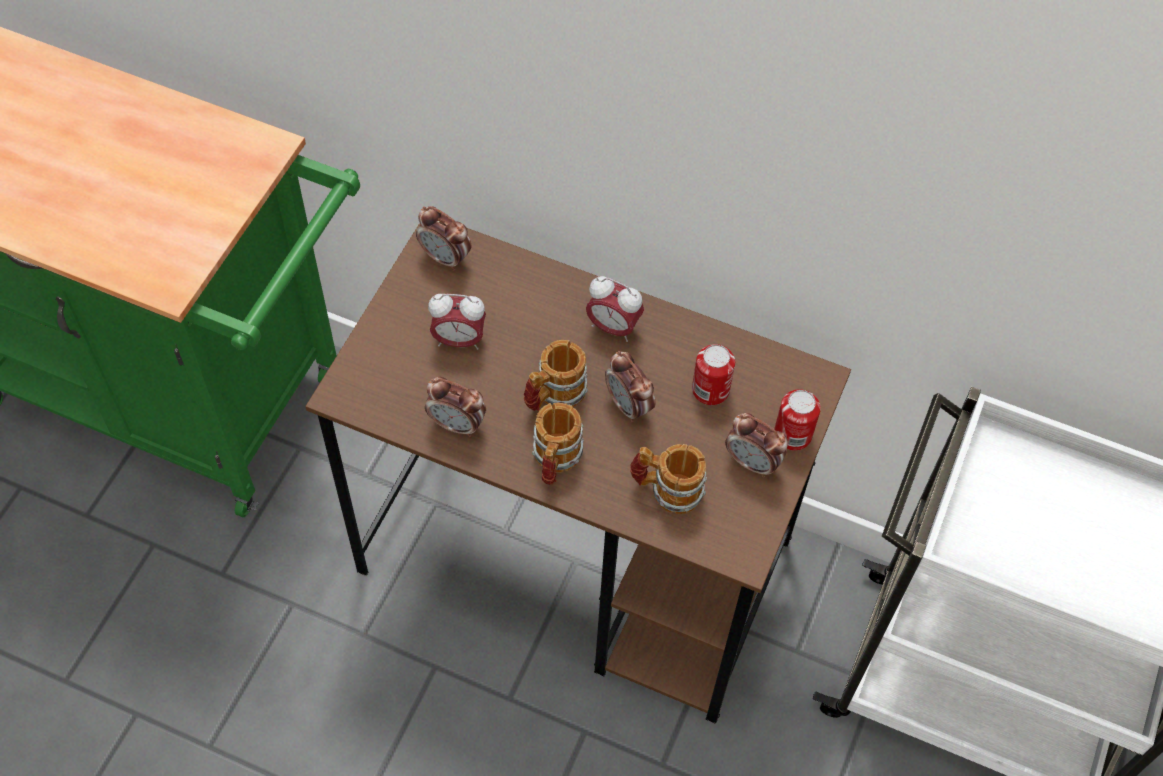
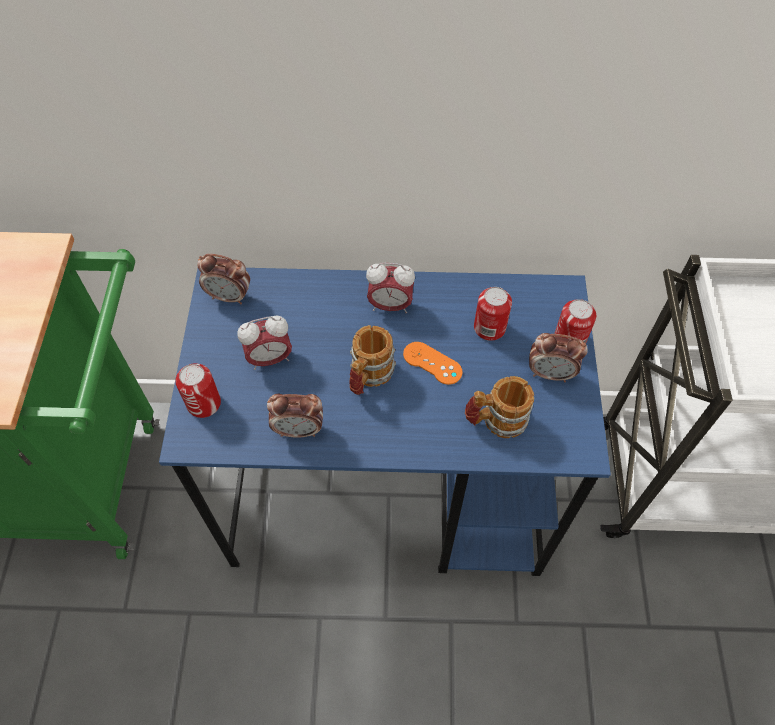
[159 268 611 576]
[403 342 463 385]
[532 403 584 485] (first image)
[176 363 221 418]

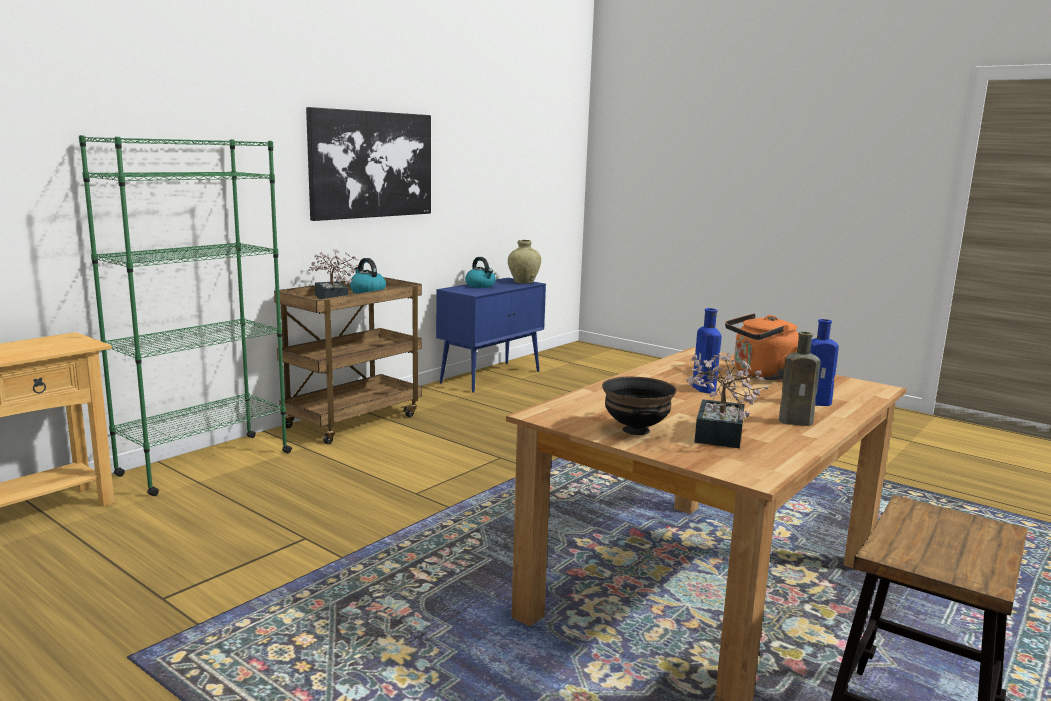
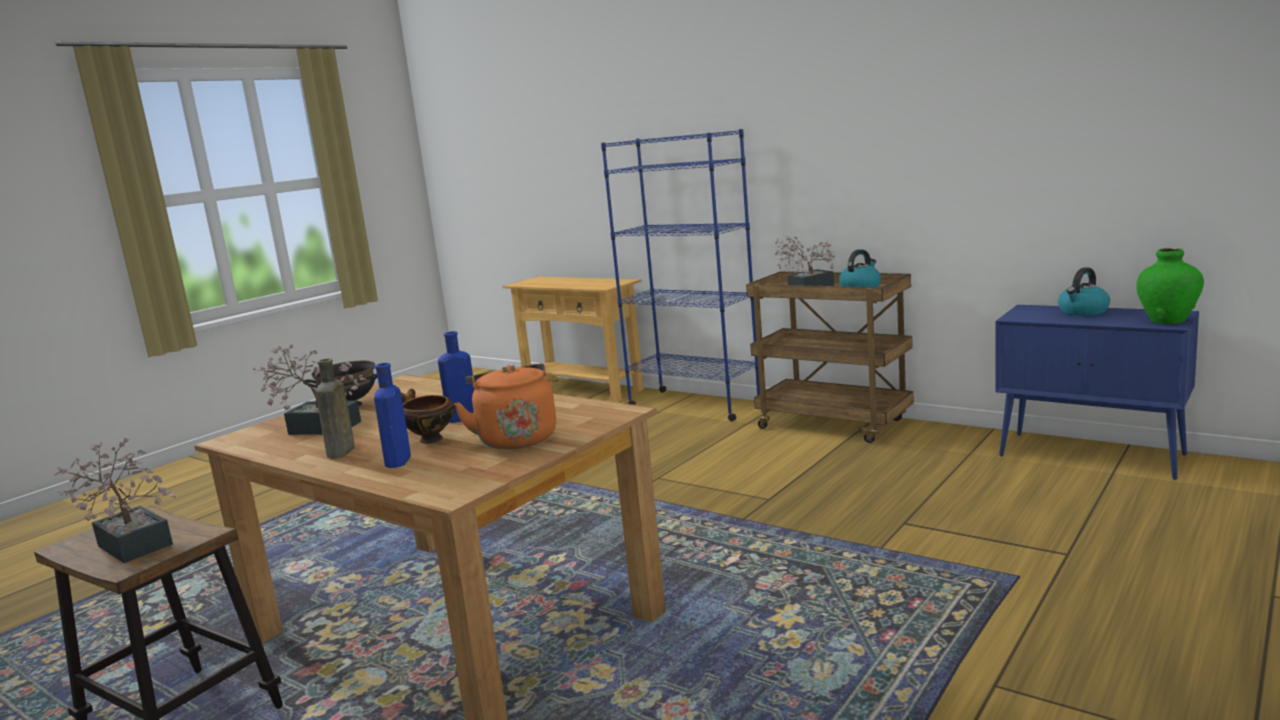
[306 107 431 221] (first image)
[601 129 760 421]
[1136 248 1204 324]
[401 389 455 444]
[54 438 176 563]

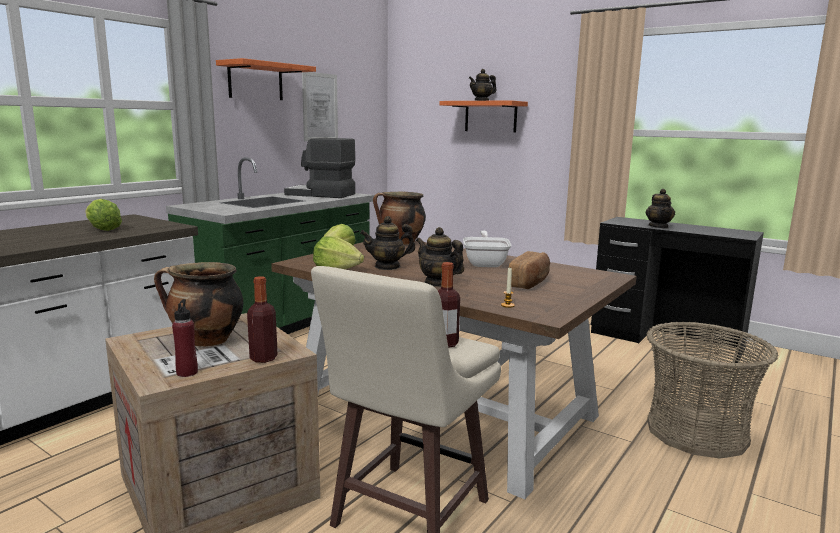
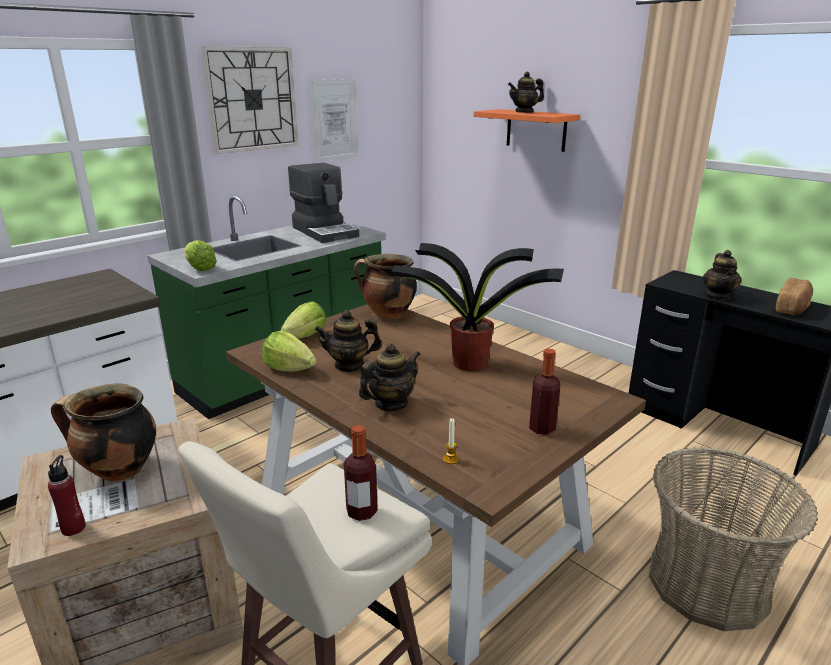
[201 46 298 154]
[288 163 359 243]
[184 240 217 271]
[359 343 421 411]
[384 243 564 371]
[776 278 813 316]
[529 349 560 435]

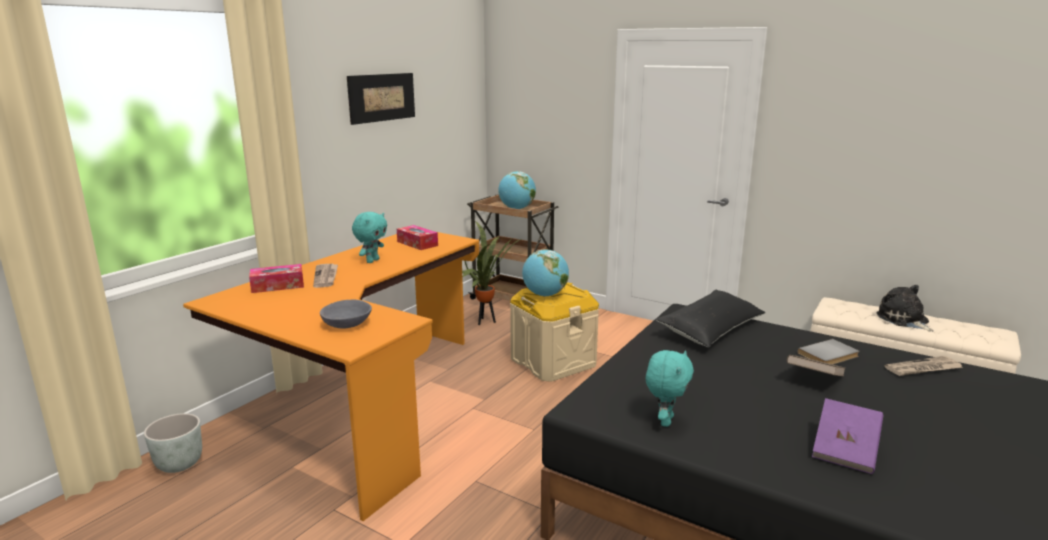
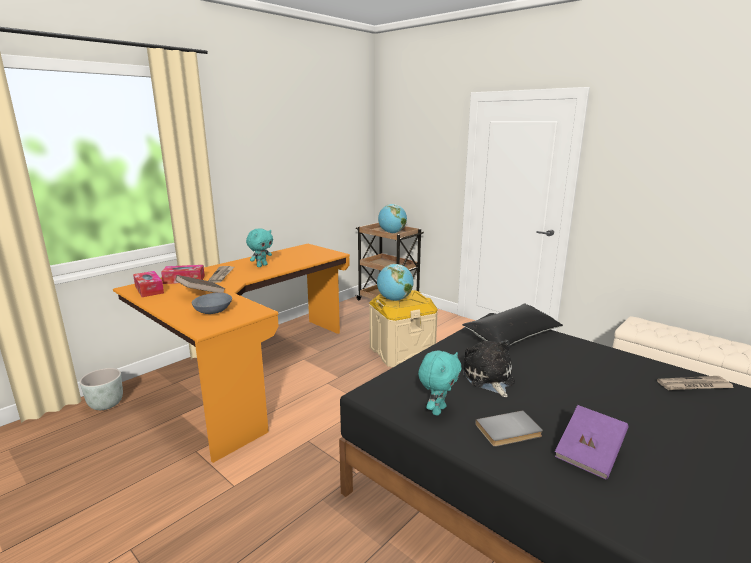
[347 73 415 125] (first image)
[462 221 522 325] (first image)
[133 271 164 297]
[463 340 515 397]
[475 411 543 447]
[175 275 225 293]

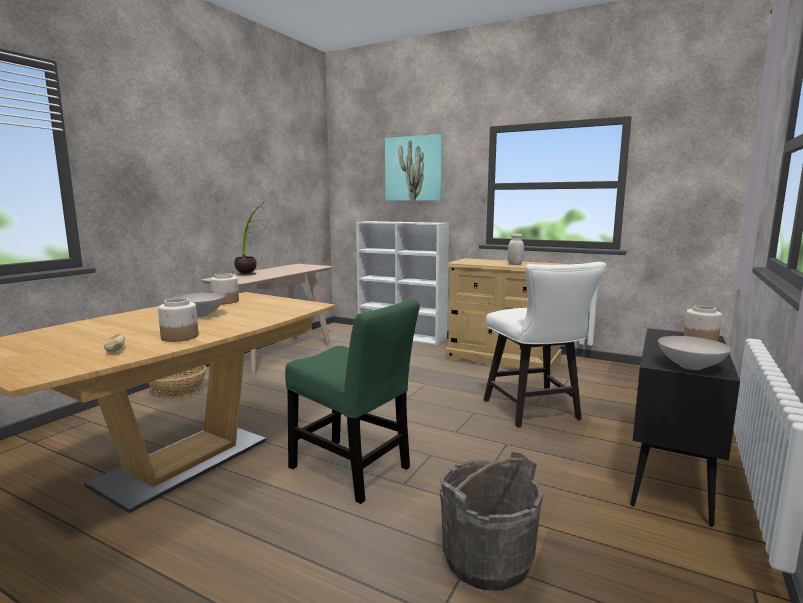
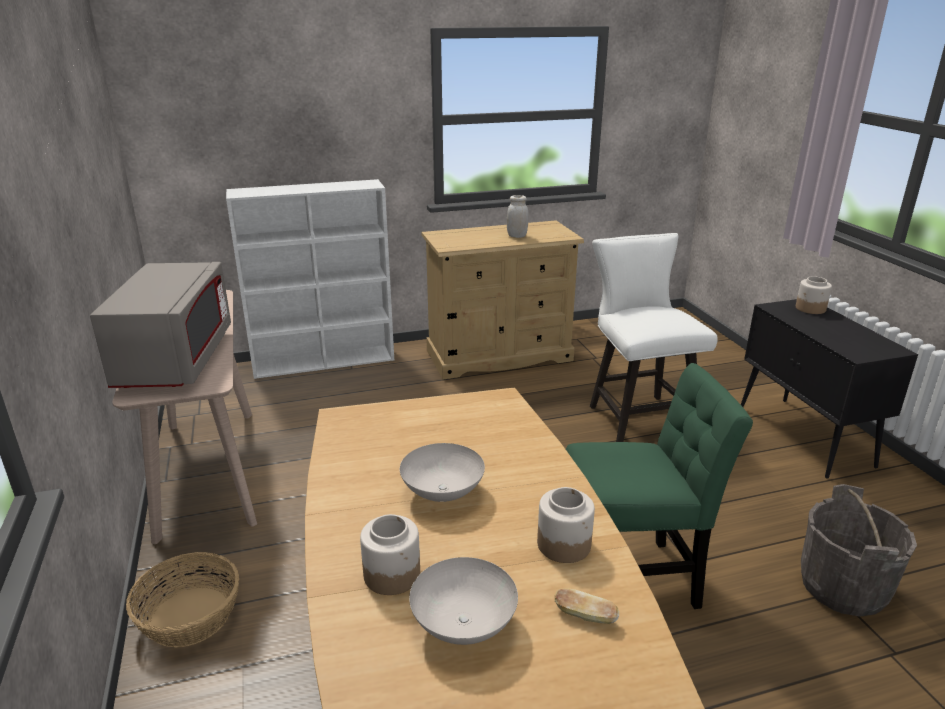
[385 134 443 201] (first image)
[90 262 231 388]
[590 233 718 442]
[360 514 420 595]
[409 557 518 645]

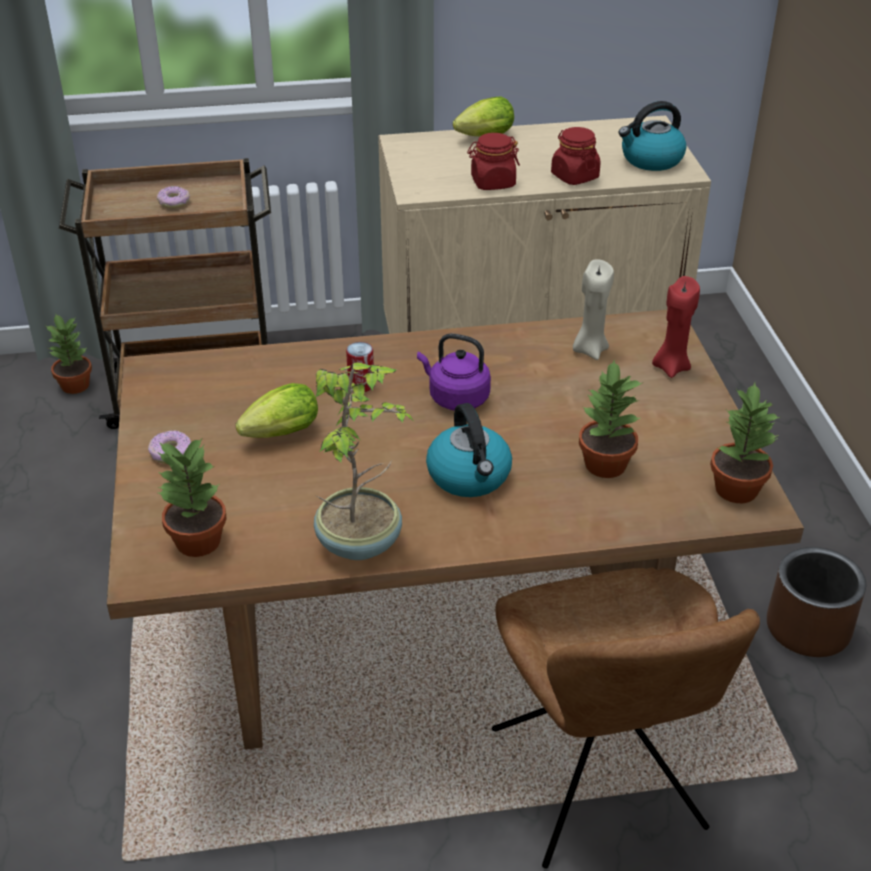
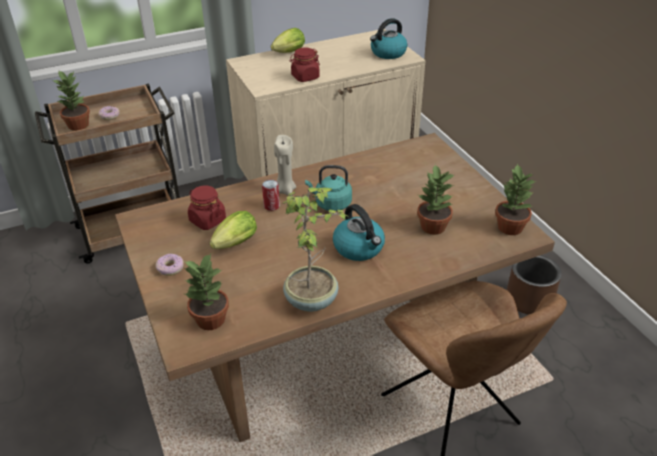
[188 185 226 230]
[274 135 296 195]
[652 276 700 378] (first image)
[53 71 90 131]
[305 165 352 211]

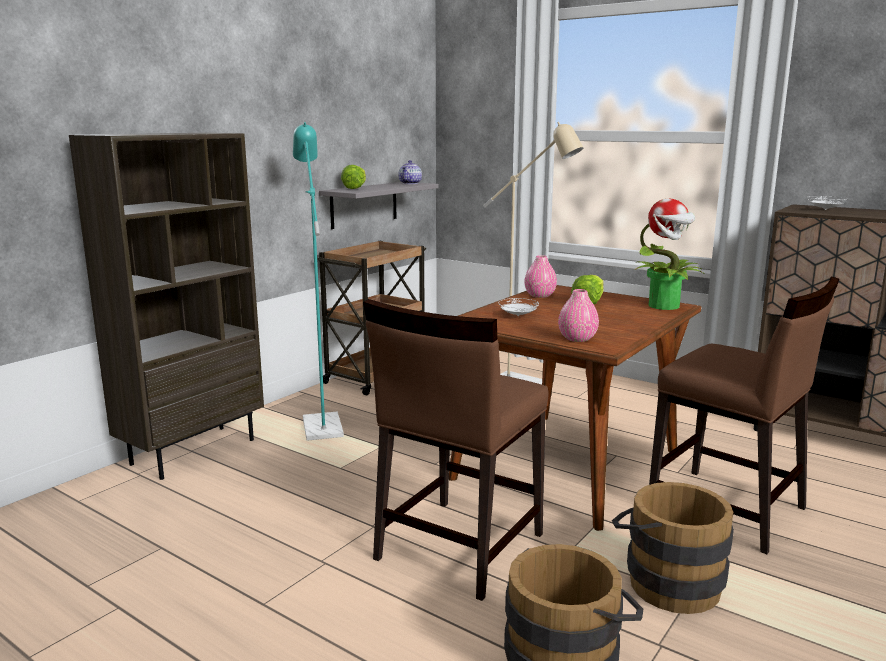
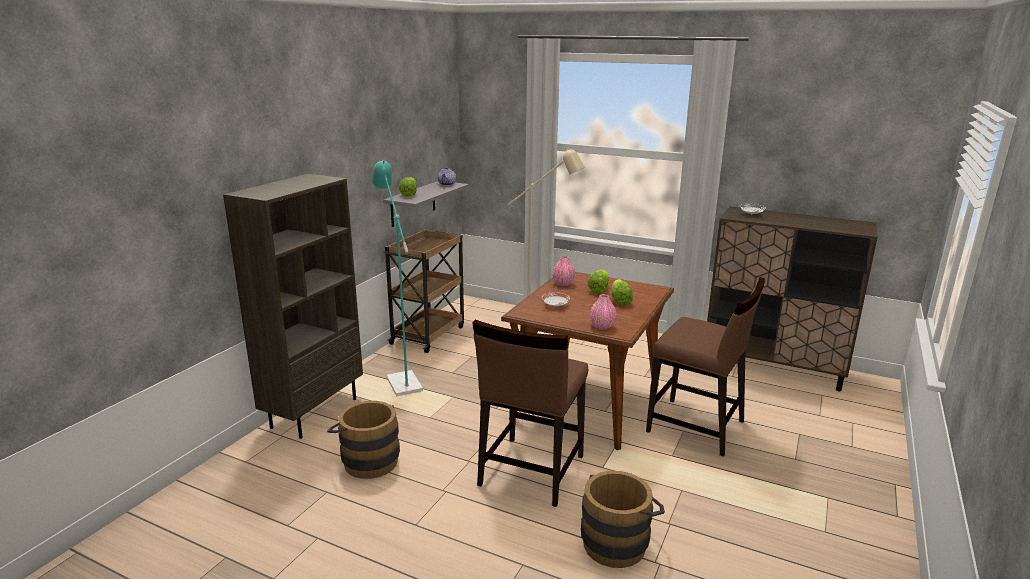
[635 199 705 310] (first image)
[327 401 400 479]
[611 279 633 305]

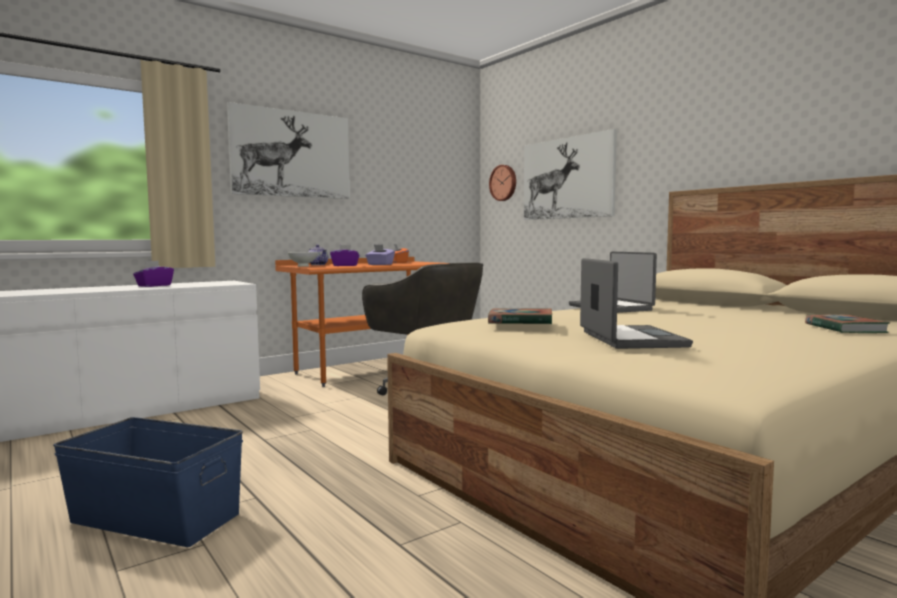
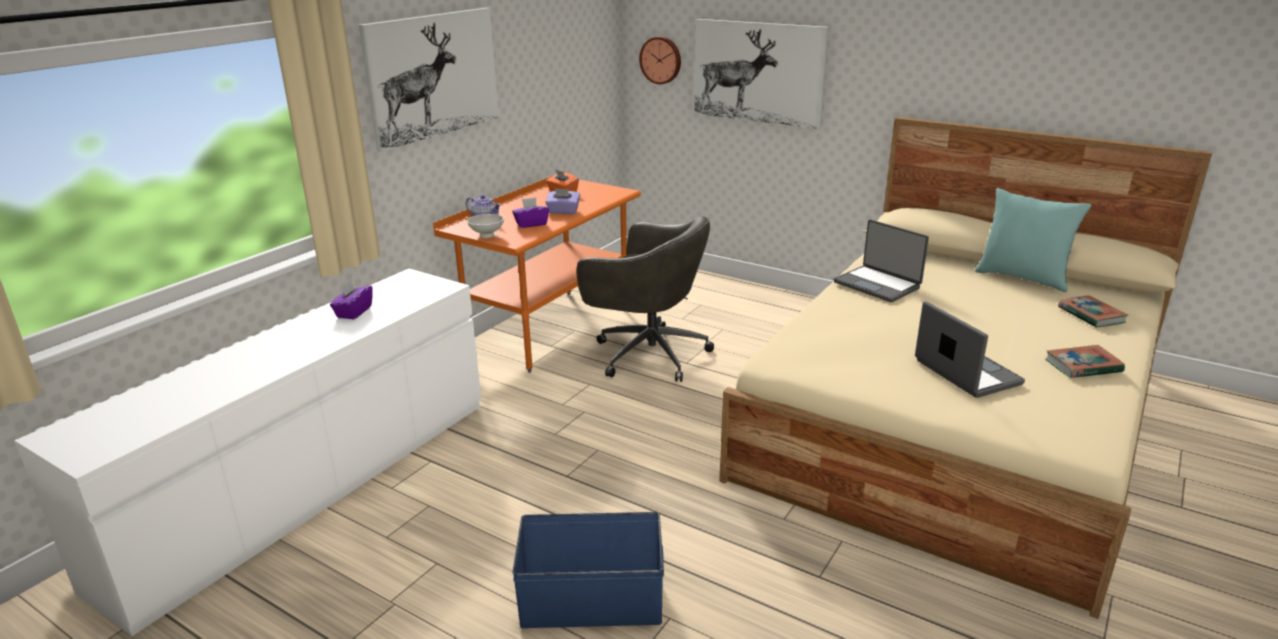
[1045 345 1125 378]
[975 188 1091 292]

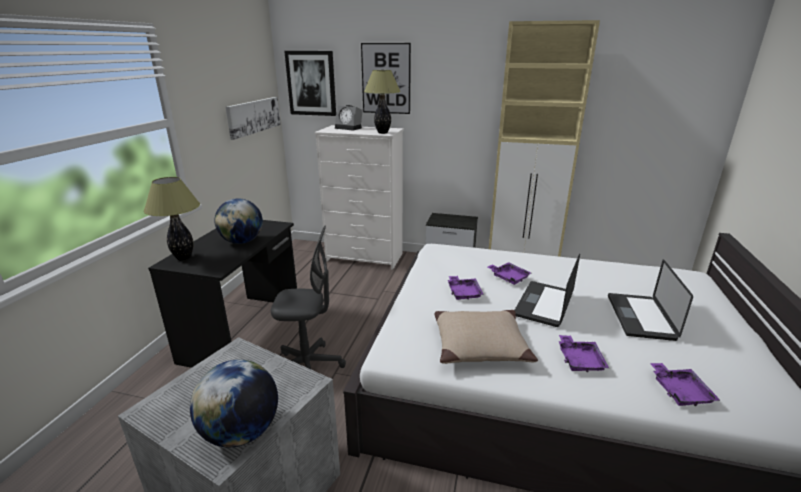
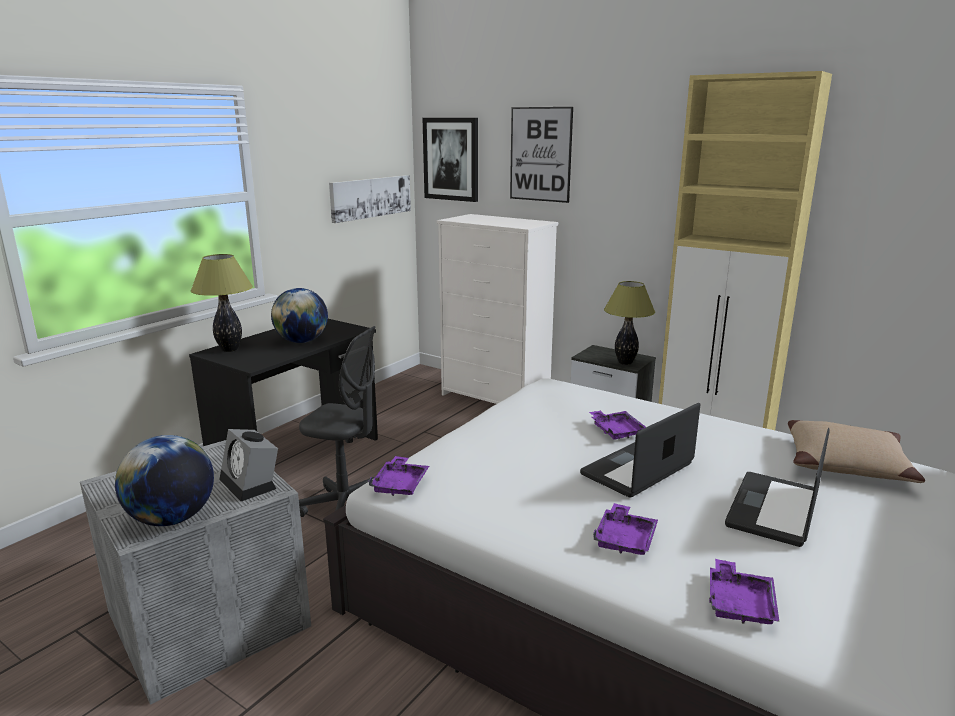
[604 281 655 365]
[219 429 278 501]
[368 456 429 496]
[788 420 925 483]

